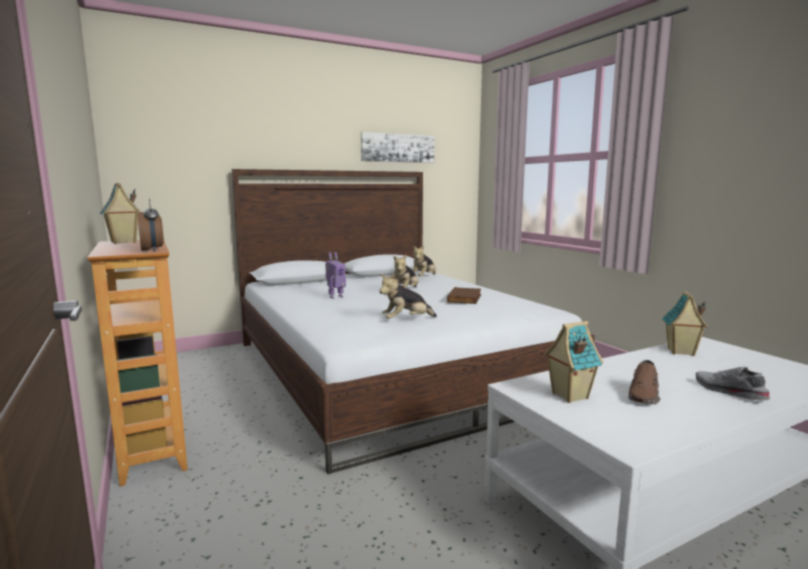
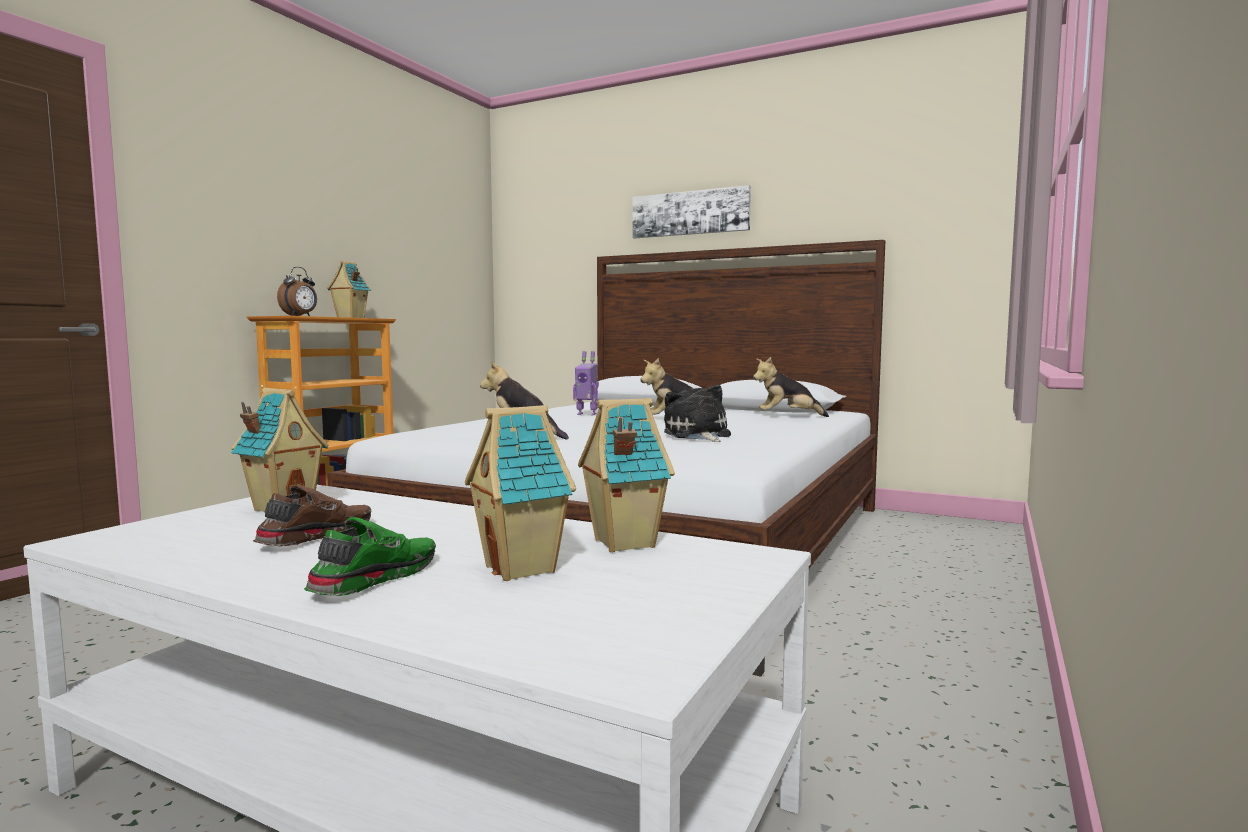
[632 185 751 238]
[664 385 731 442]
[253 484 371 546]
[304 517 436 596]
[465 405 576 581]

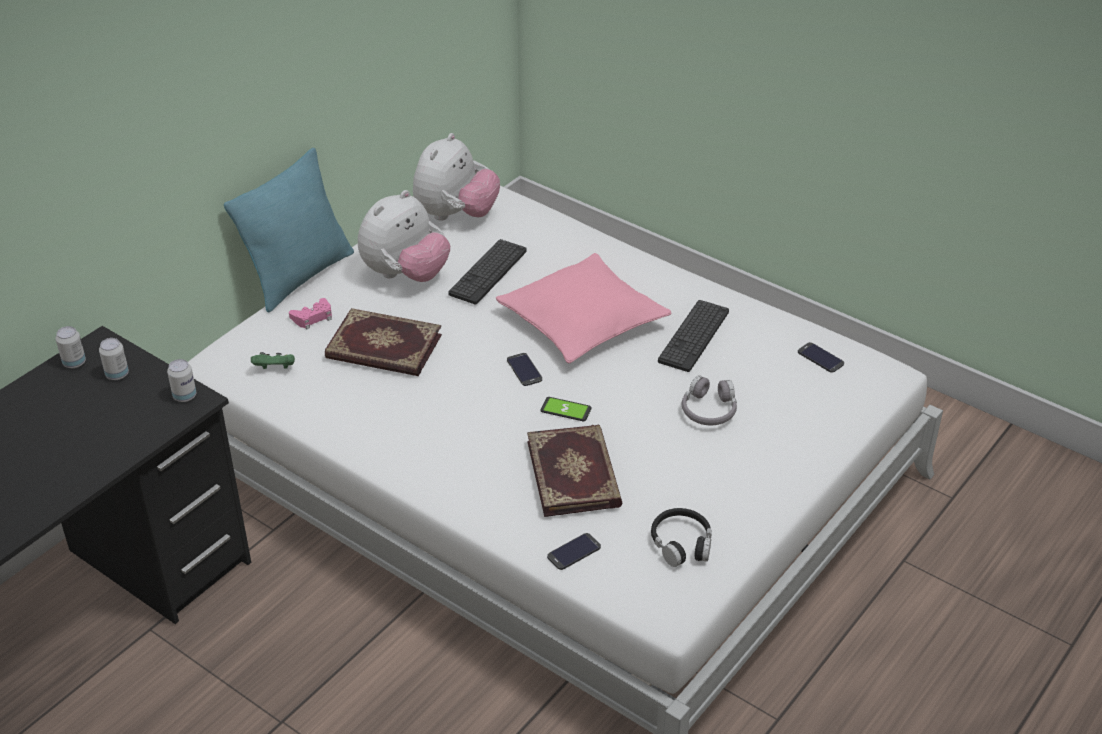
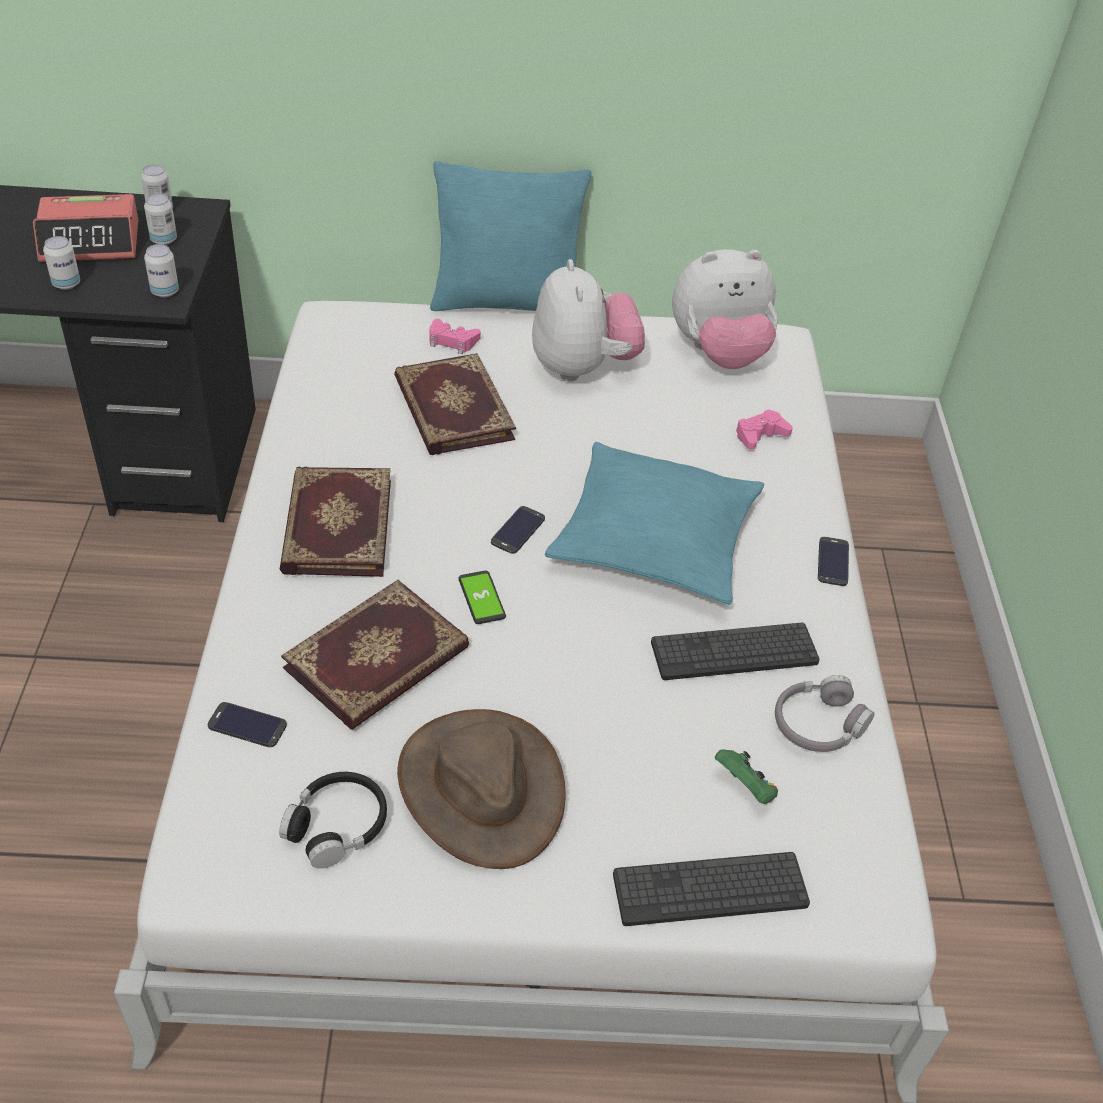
[532 259 645 382]
[613 852 810 926]
[545 442 764 604]
[818 537 849 586]
[715 749 778 804]
[775 675 875 752]
[33 194 138 262]
[43 236 80 290]
[736 409 793 450]
[280 467 391 577]
[397 709 566 869]

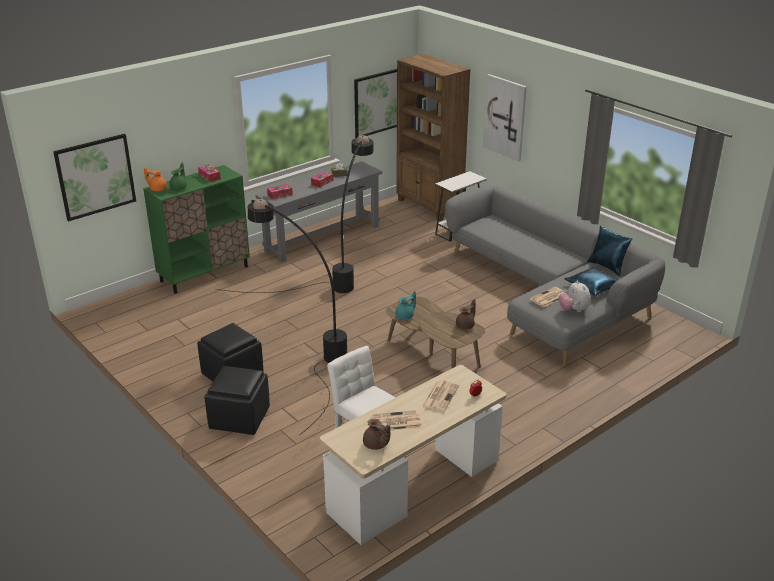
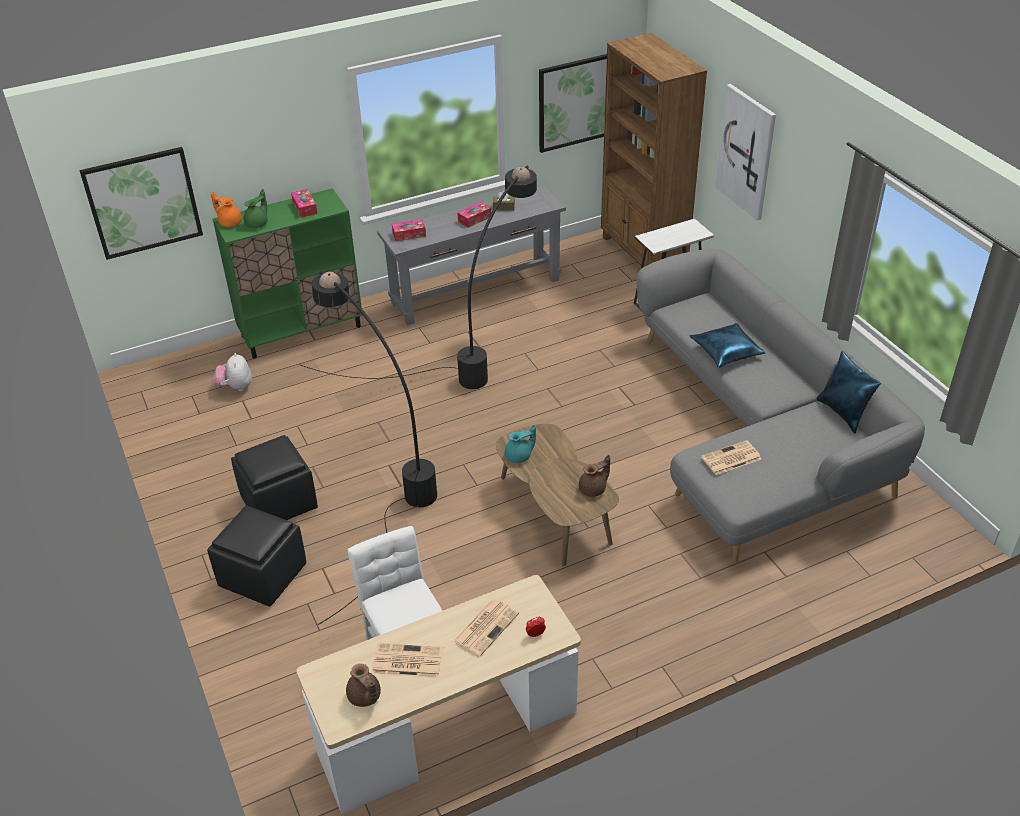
[690 323 765 368]
[214 353 252 391]

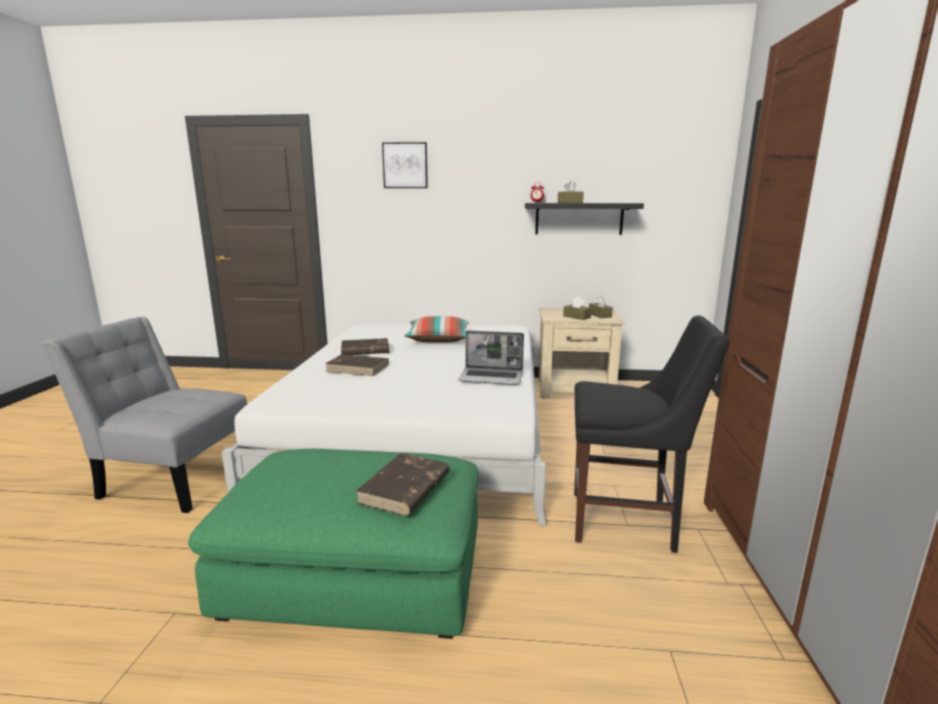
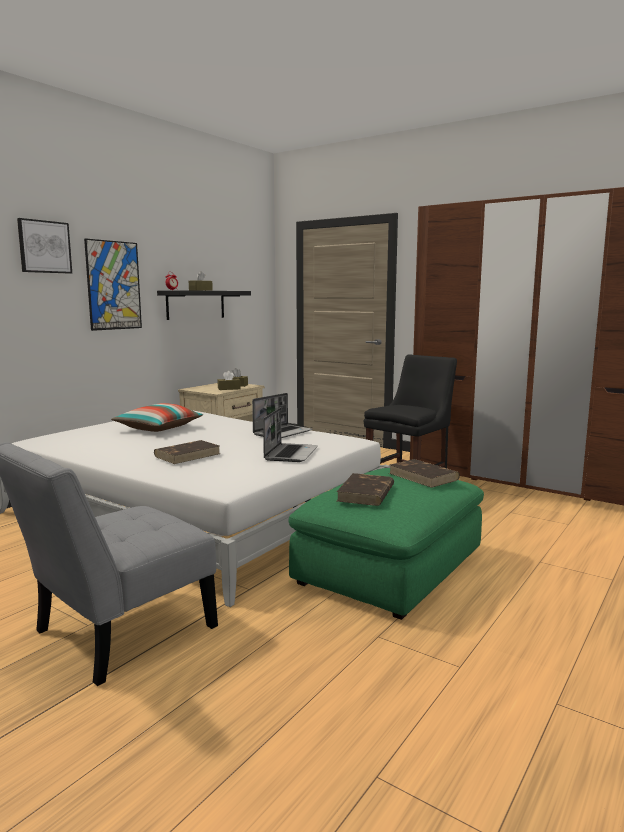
[336 473 394 506]
[84 238 142 331]
[263 408 318 462]

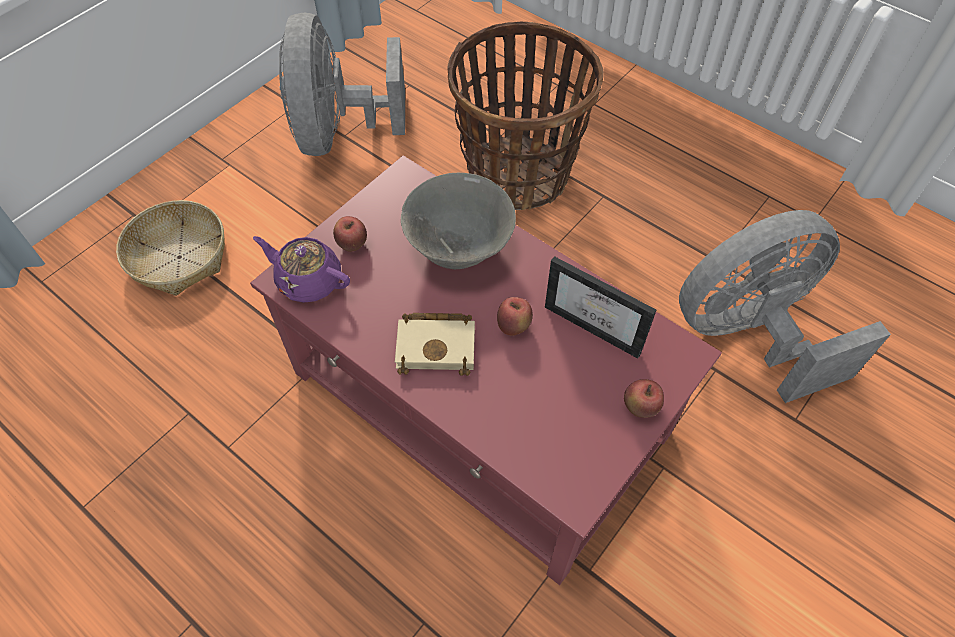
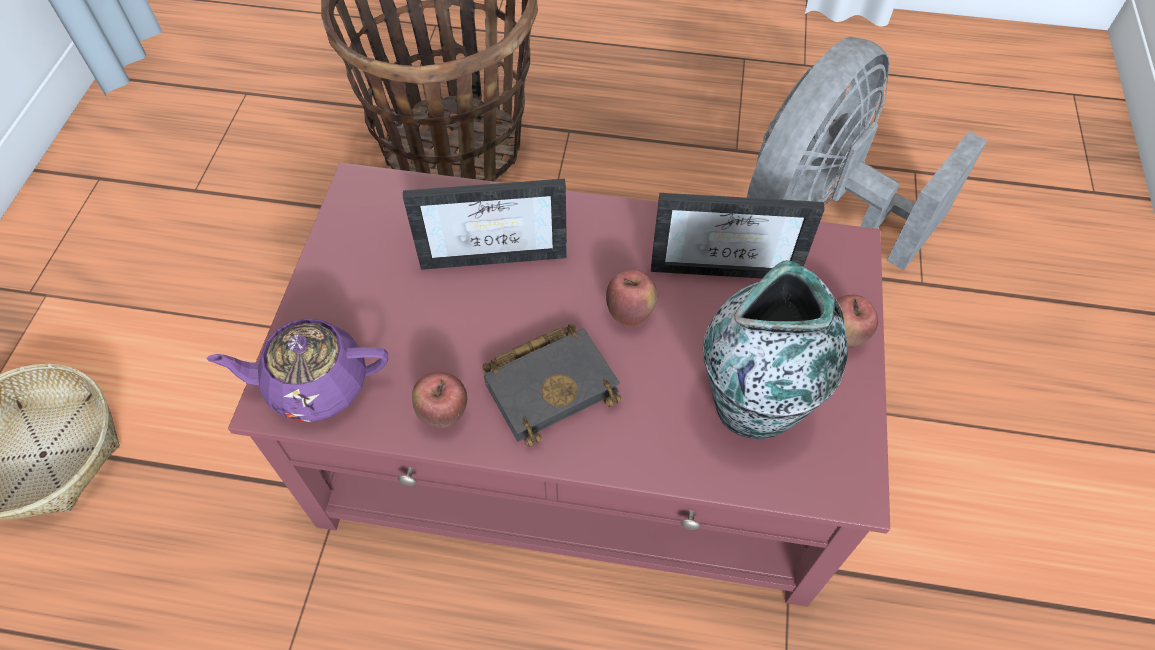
[279 13 405 156] (first image)
[403 178 567 270]
[412 372 467 428]
[483 323 621 447]
[703 260 848 439]

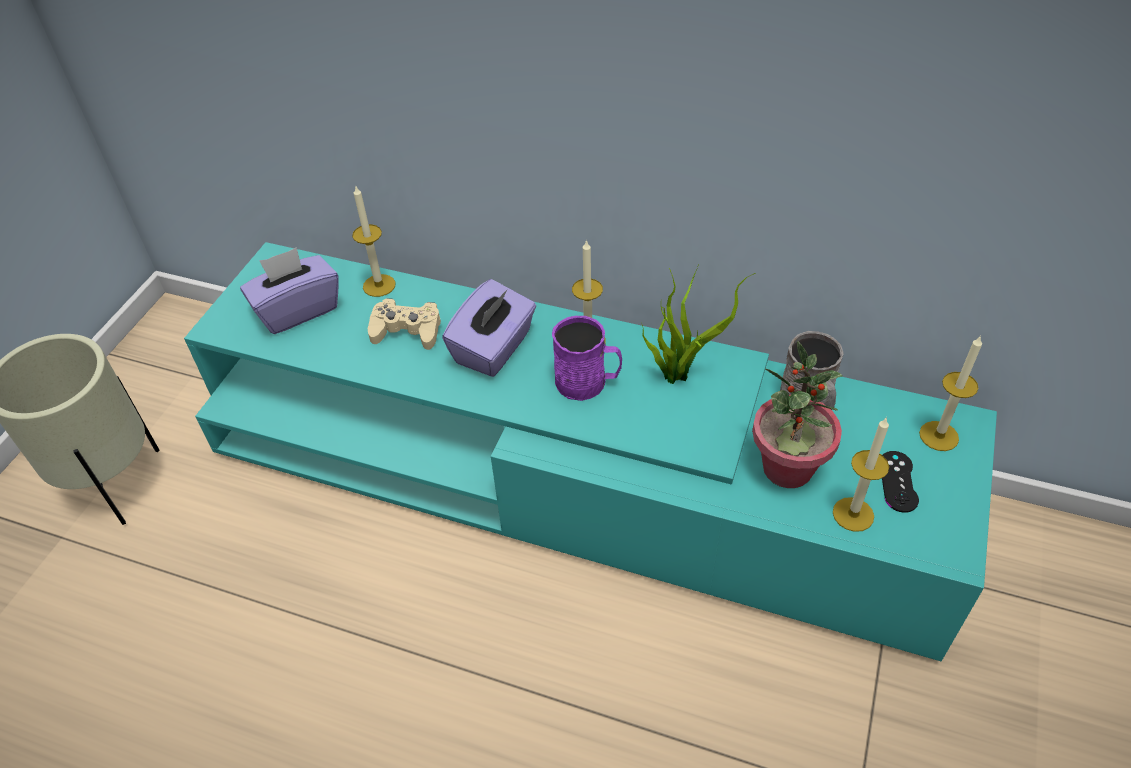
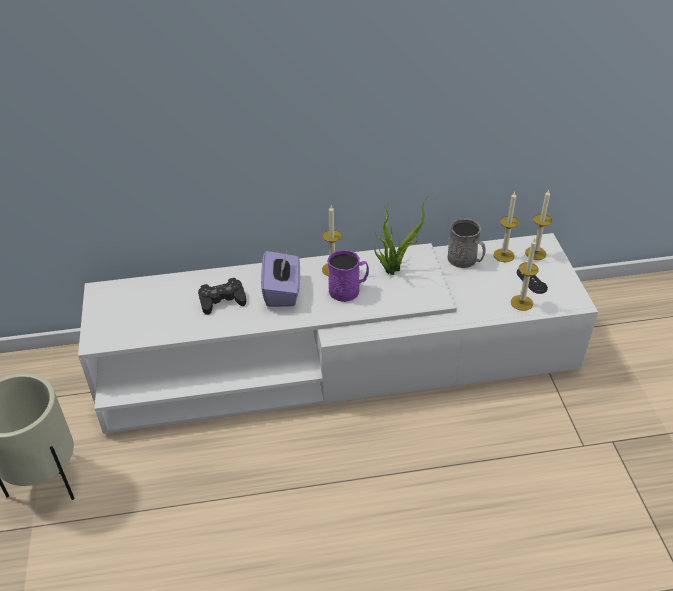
[493 192 519 262]
[78 233 598 434]
[240 247 339 334] (first image)
[198 278 246 315]
[752 341 842 488] (first image)

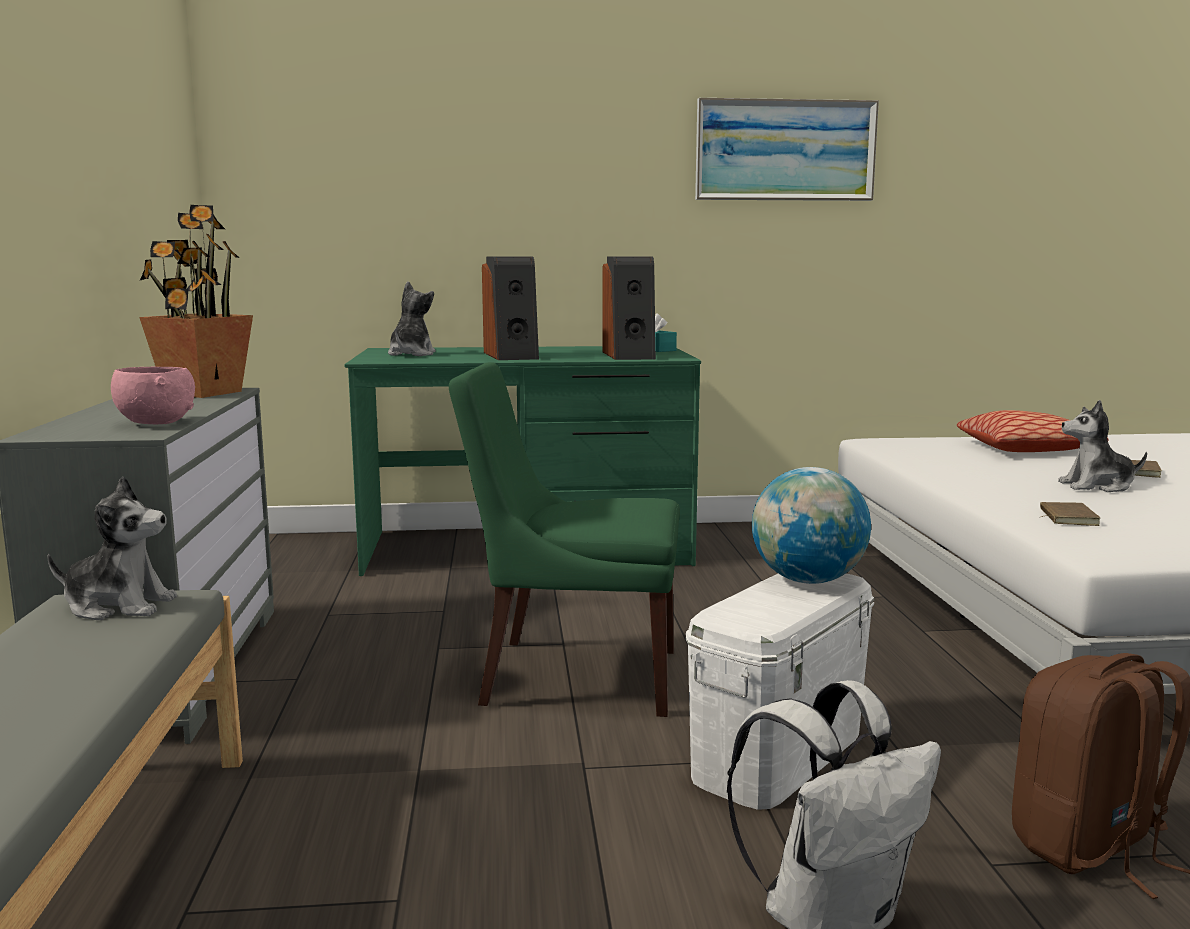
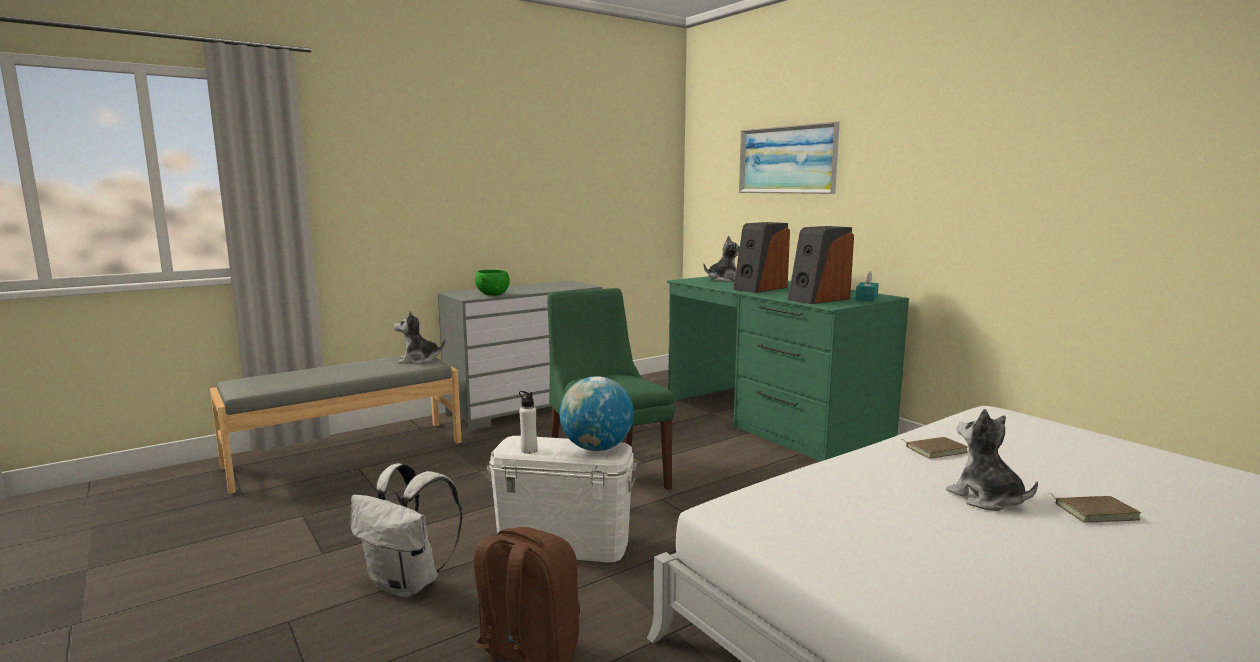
[739 122 840 194]
[139 205 253 398] (first image)
[475 270 510 296]
[957 410 1109 452] (first image)
[393 311 445 364]
[902 437 968 459]
[519 391 537 454]

